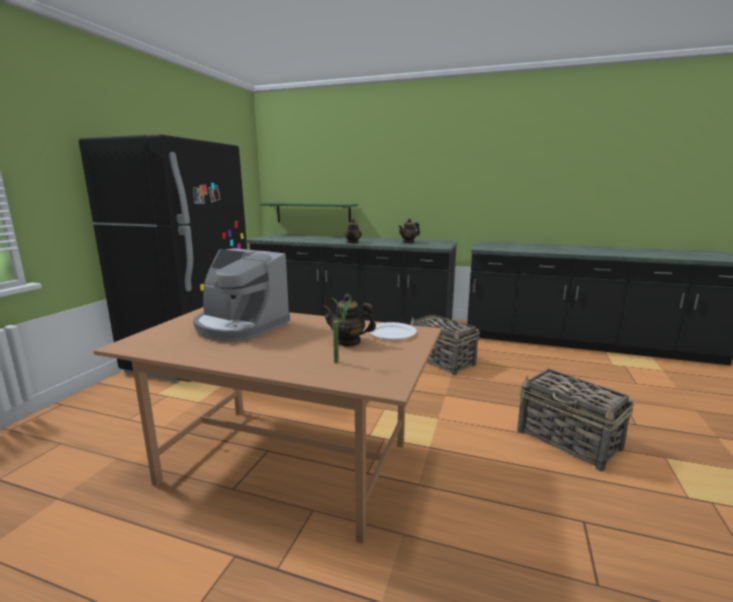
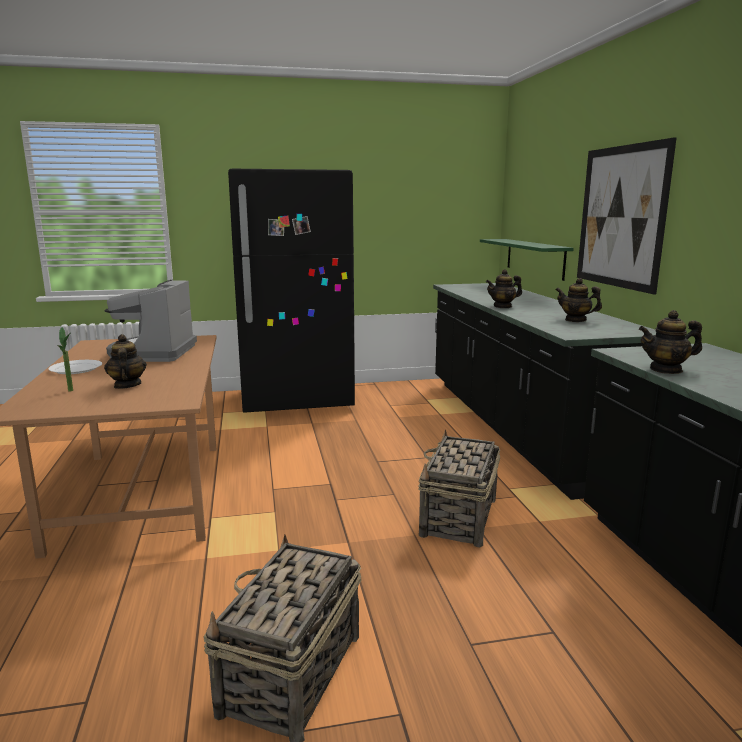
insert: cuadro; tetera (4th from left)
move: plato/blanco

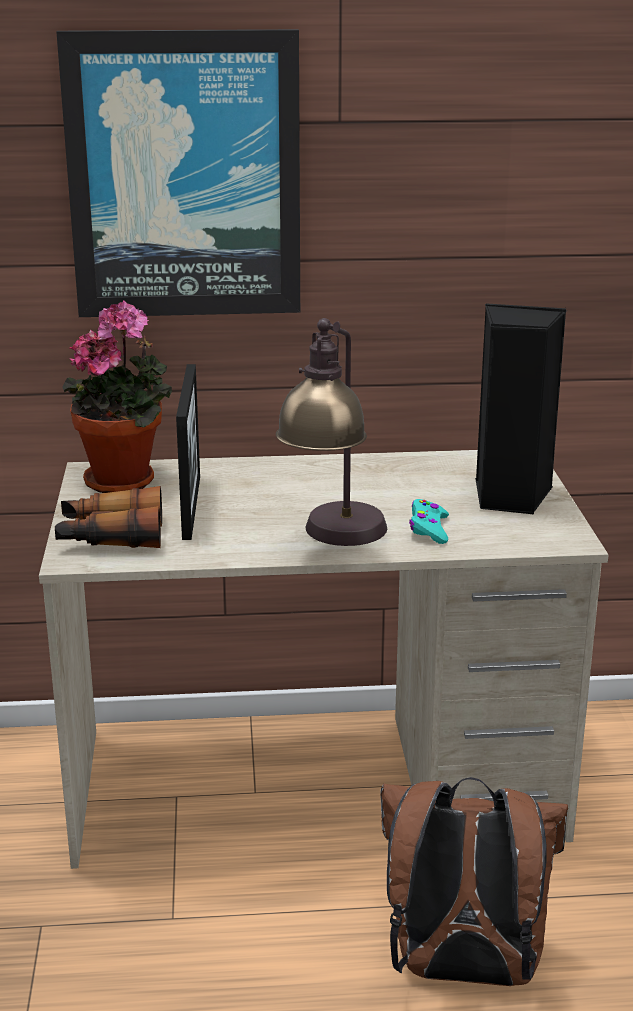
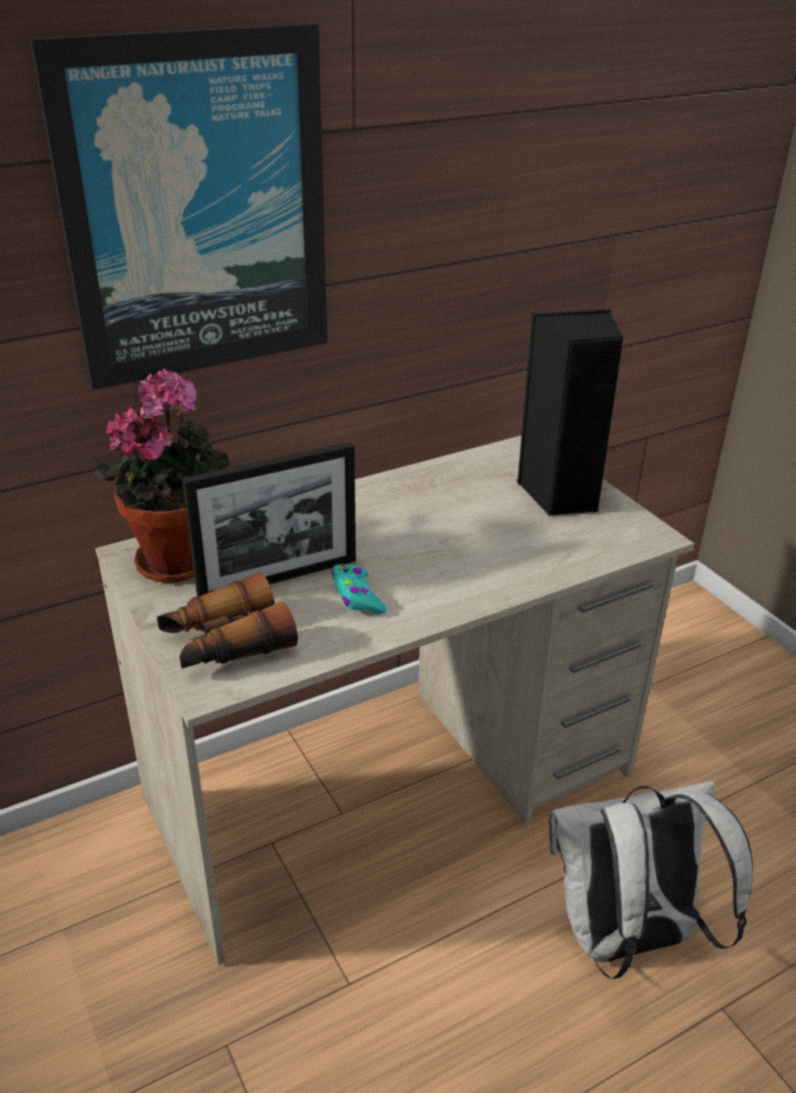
delete: lámpara de mesa
move: mando de consola/turquesa
recolor: mochila/marrón to mochila/blanco
rotate: portarretratos 90 degrees clockwise

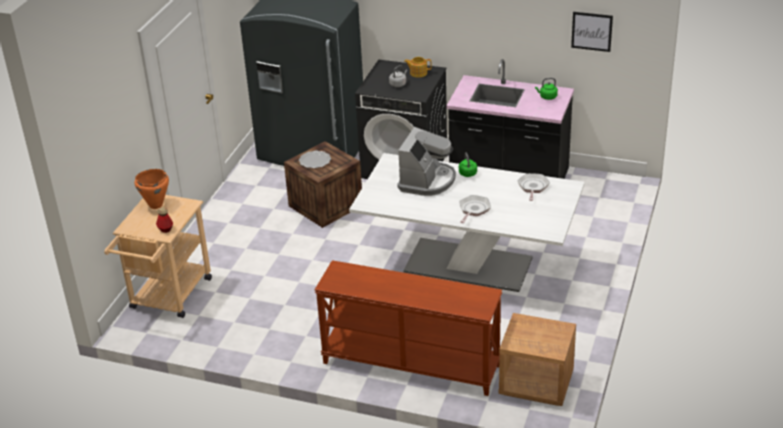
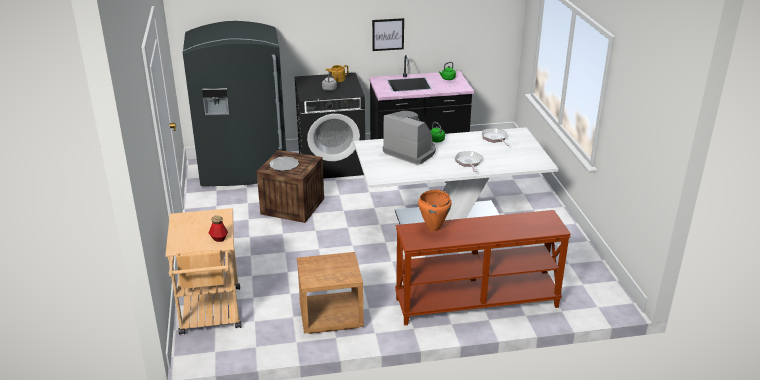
move: olla/naranja; mesita de noche/marrón; cuadro
rotate: cafetera 45 degrees counterclockwise

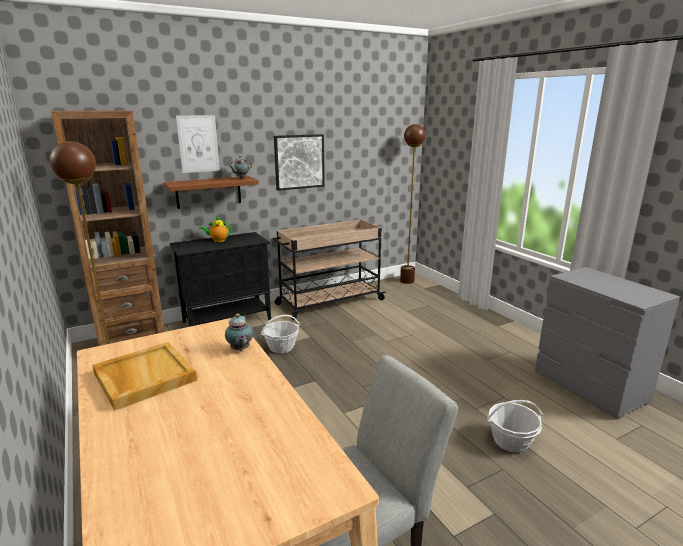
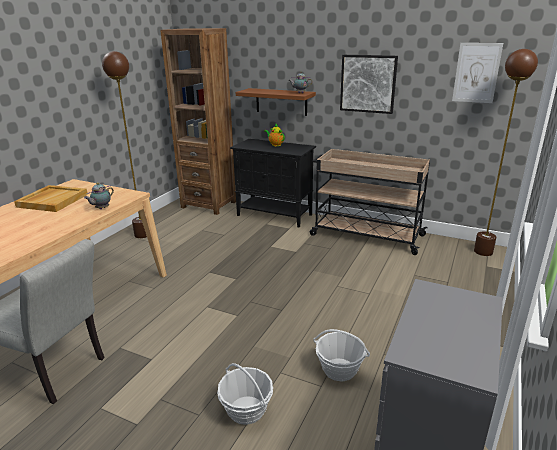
move: cuadro (1st from left in the first image) to cuadro (2nd from left); cesta (1st from left in the first image) to cesta (2nd from left)

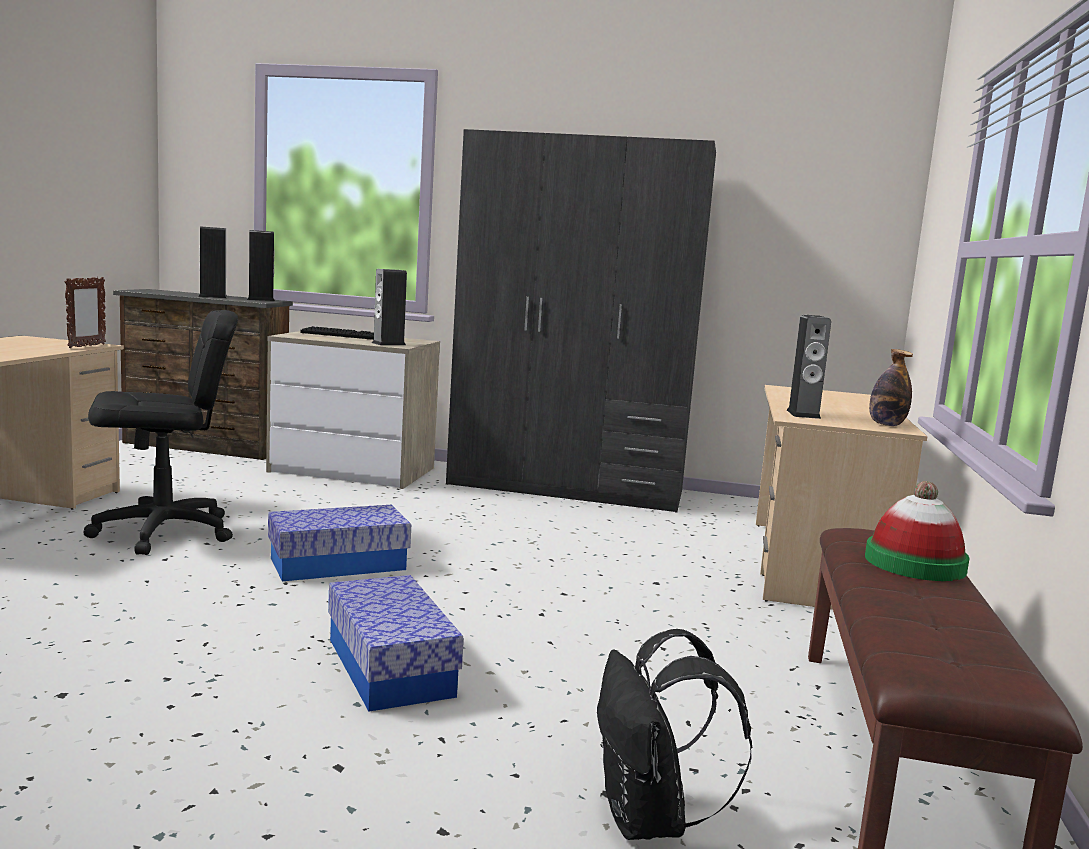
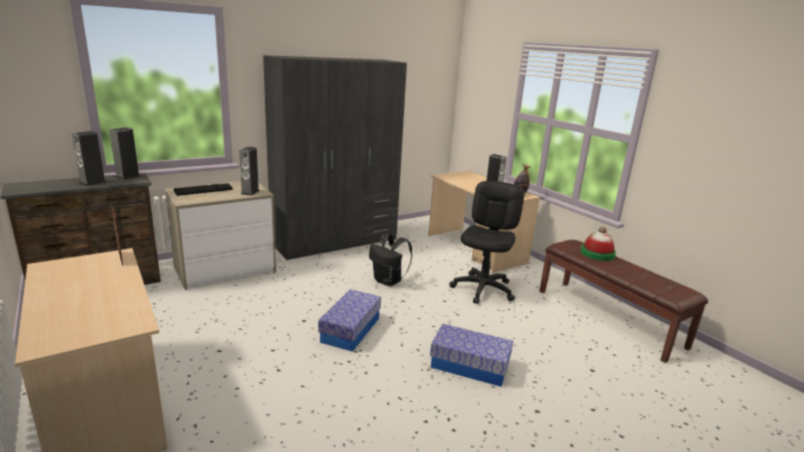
move: silla de oficina/negro; mochila/negro

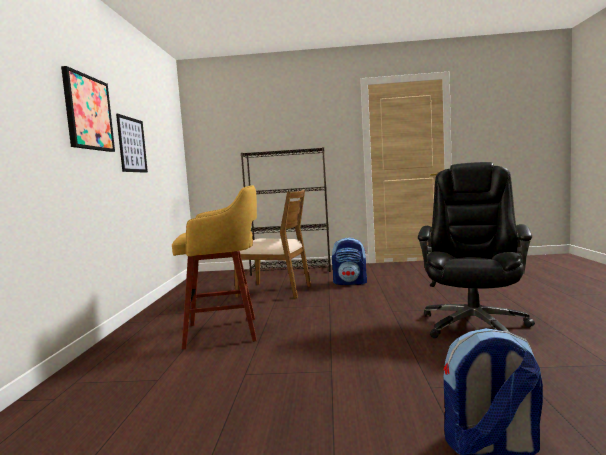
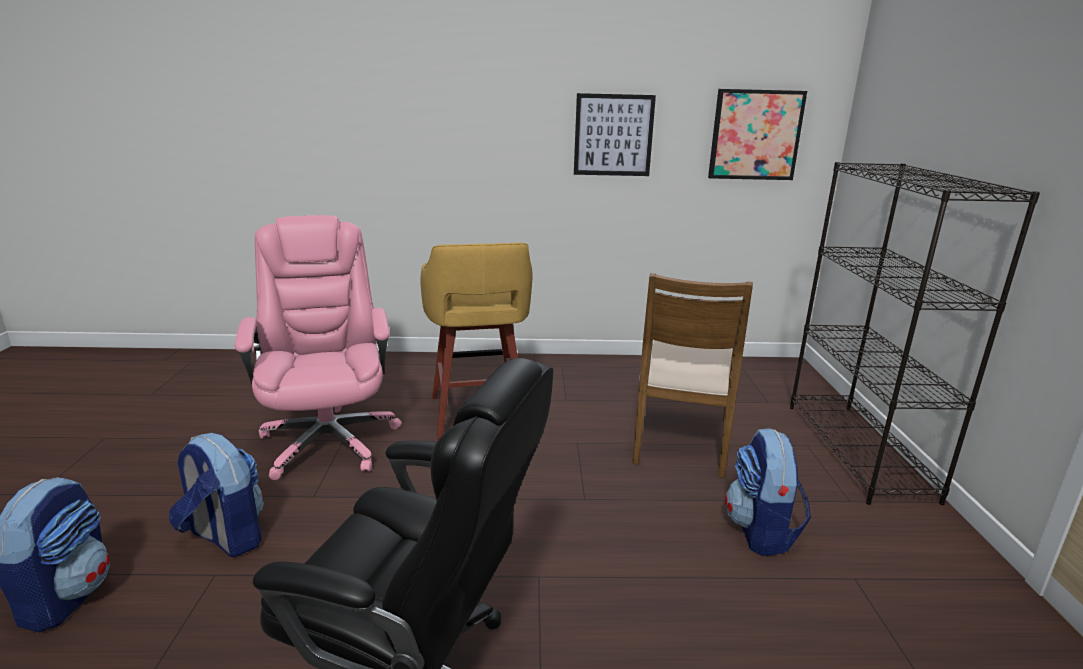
insert: mochila (2nd from left); silla de oficina/rosa
move: cuadro (1st from left in the first image) to cuadro (2nd from left)

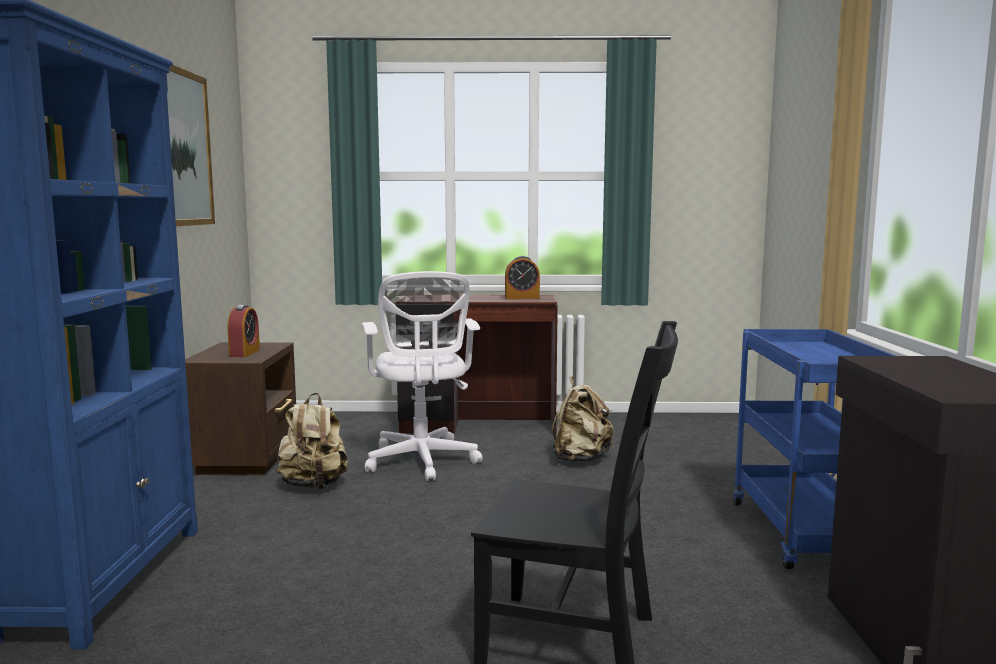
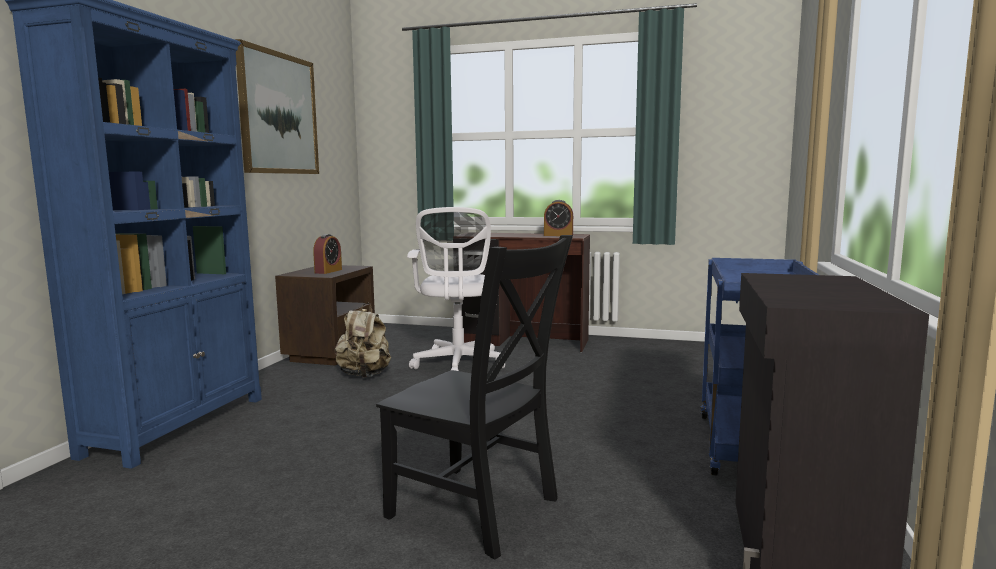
delete: mochila/beis (2nd from left)

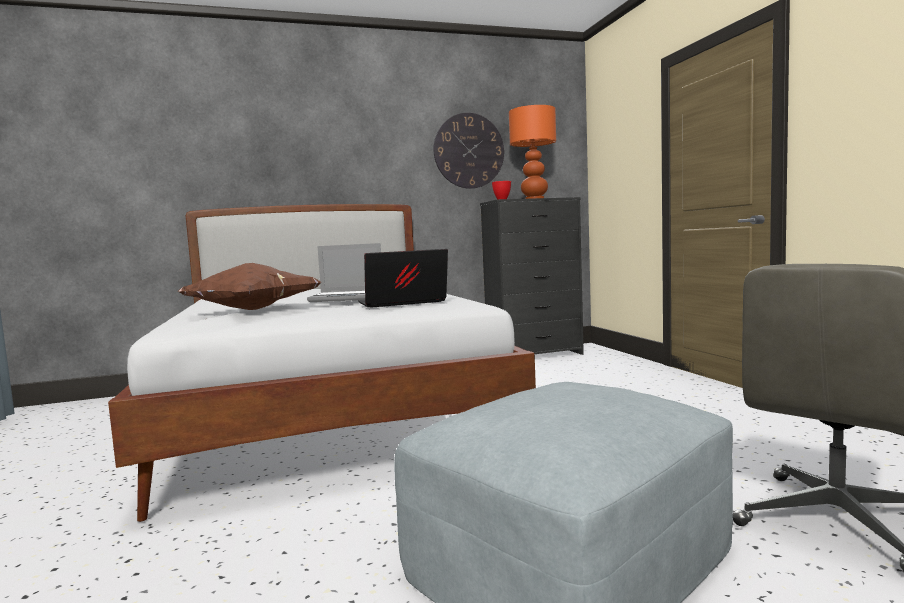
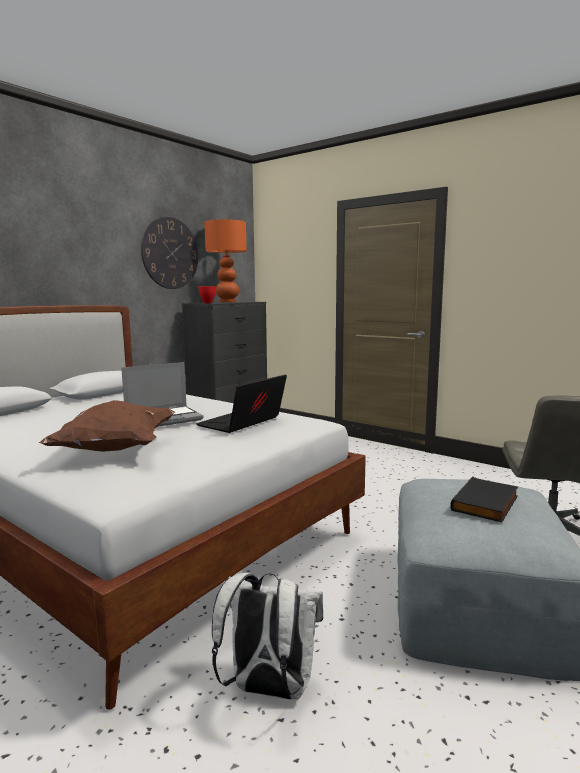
insert: mochila/blanco; libro/negro

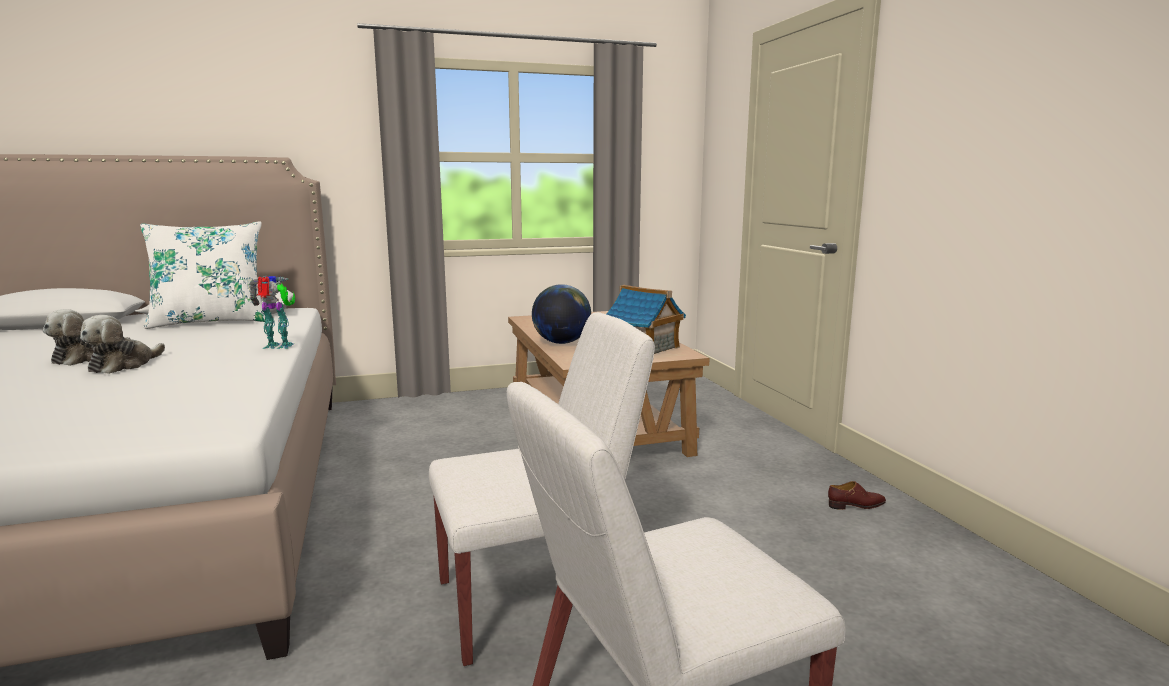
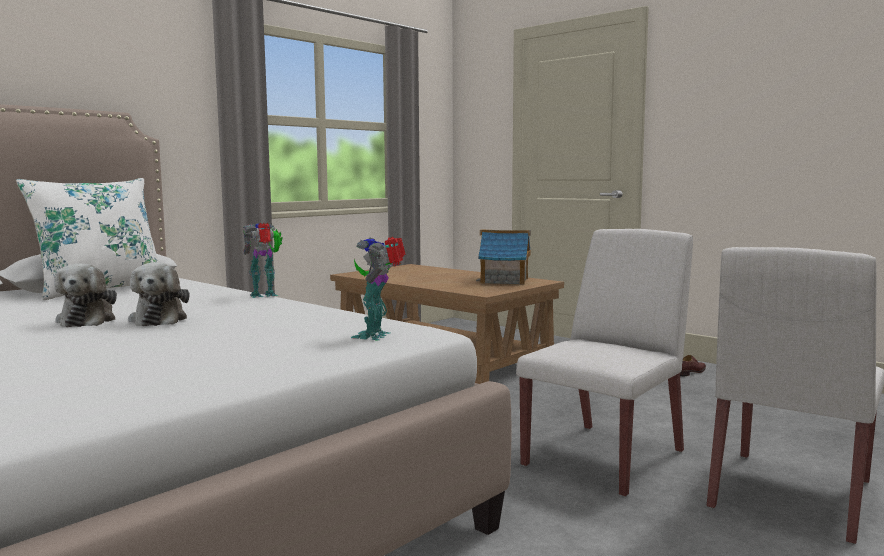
delete: globo terráqueo
insert: robot de juguete (2nd from left)

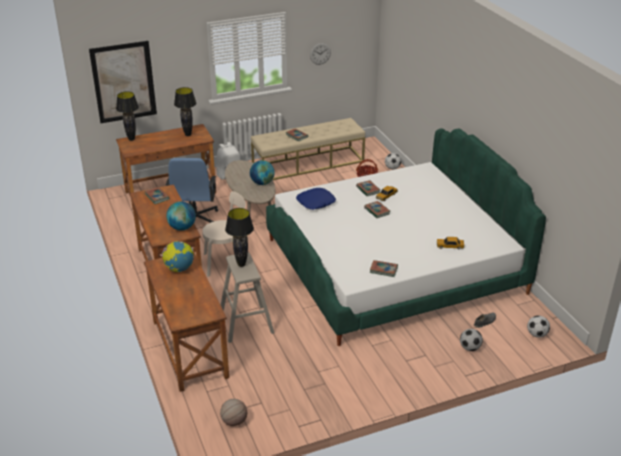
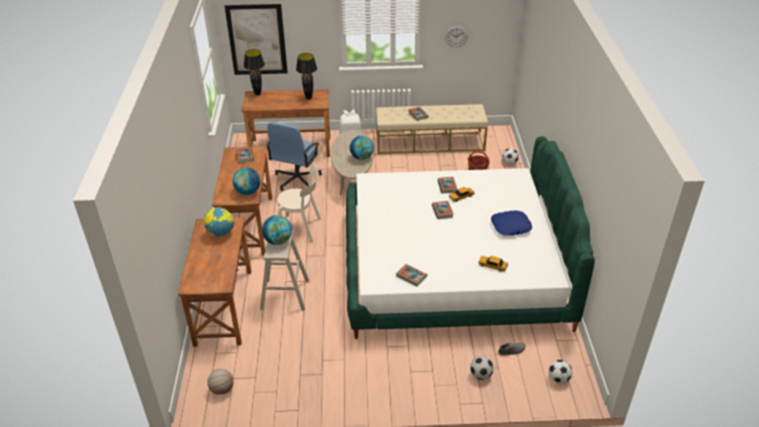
move: cojín/azul
replace: lámpara de mesa/negro (3rd from left) to globo terráqueo (3rd from left)

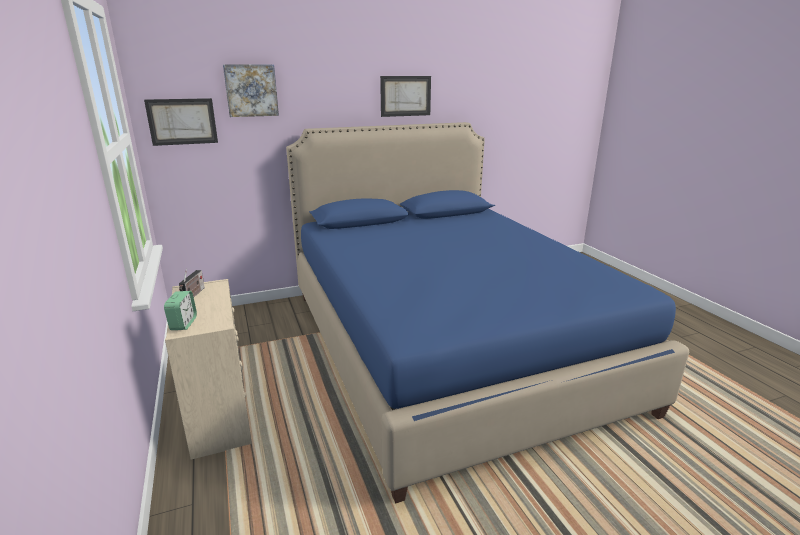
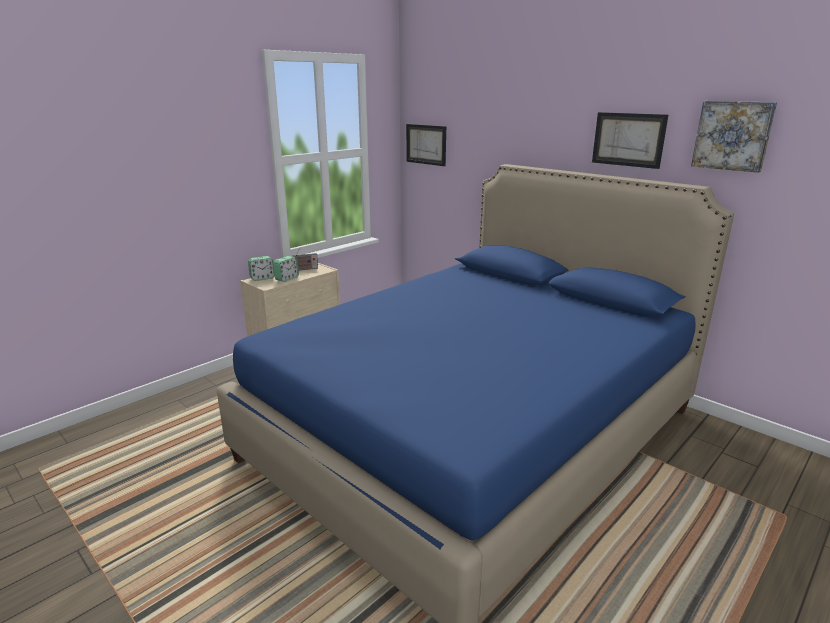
insert: despertador (2nd from left)
move: cuadro (2nd from left in the first image) to cuadro (3rd from left)

